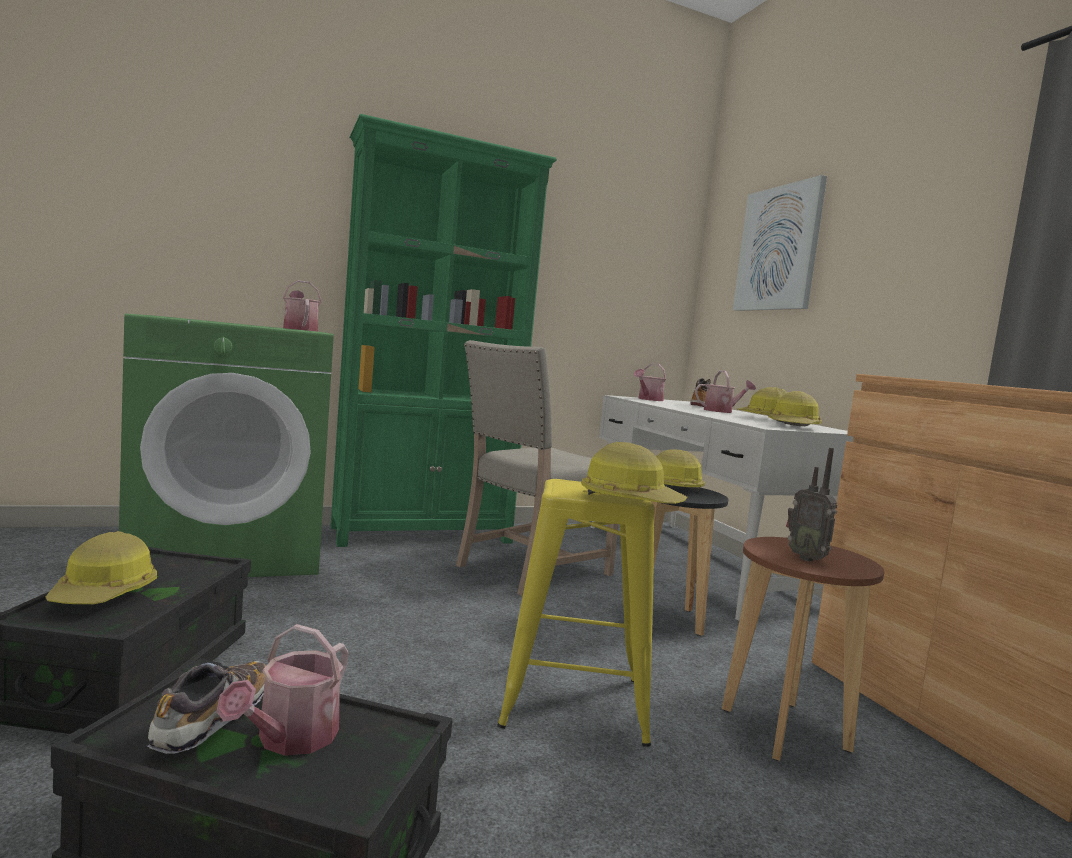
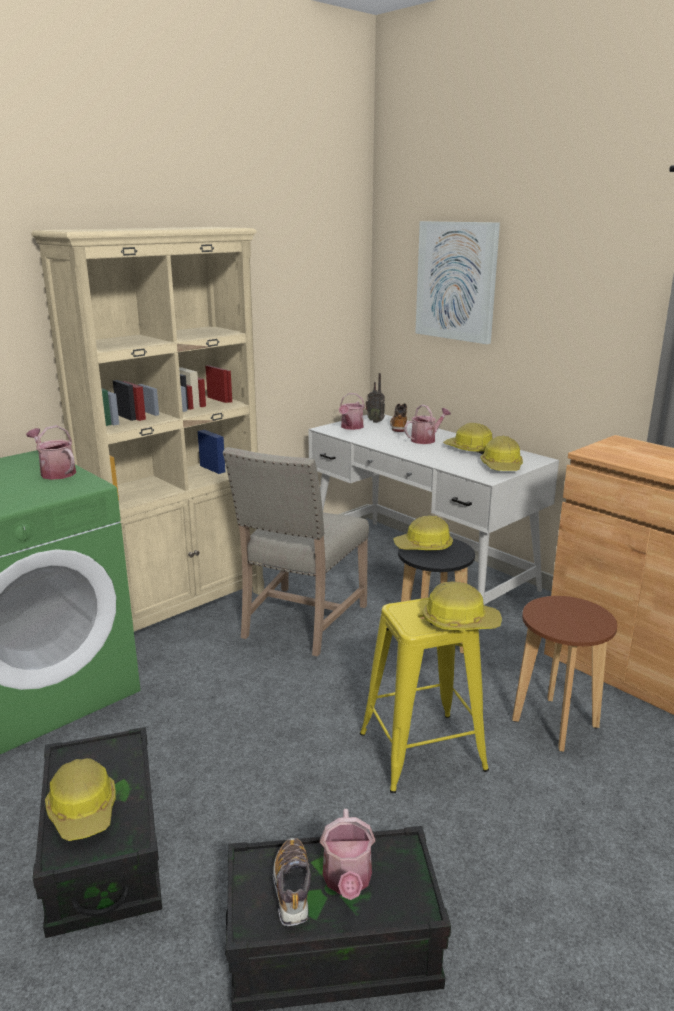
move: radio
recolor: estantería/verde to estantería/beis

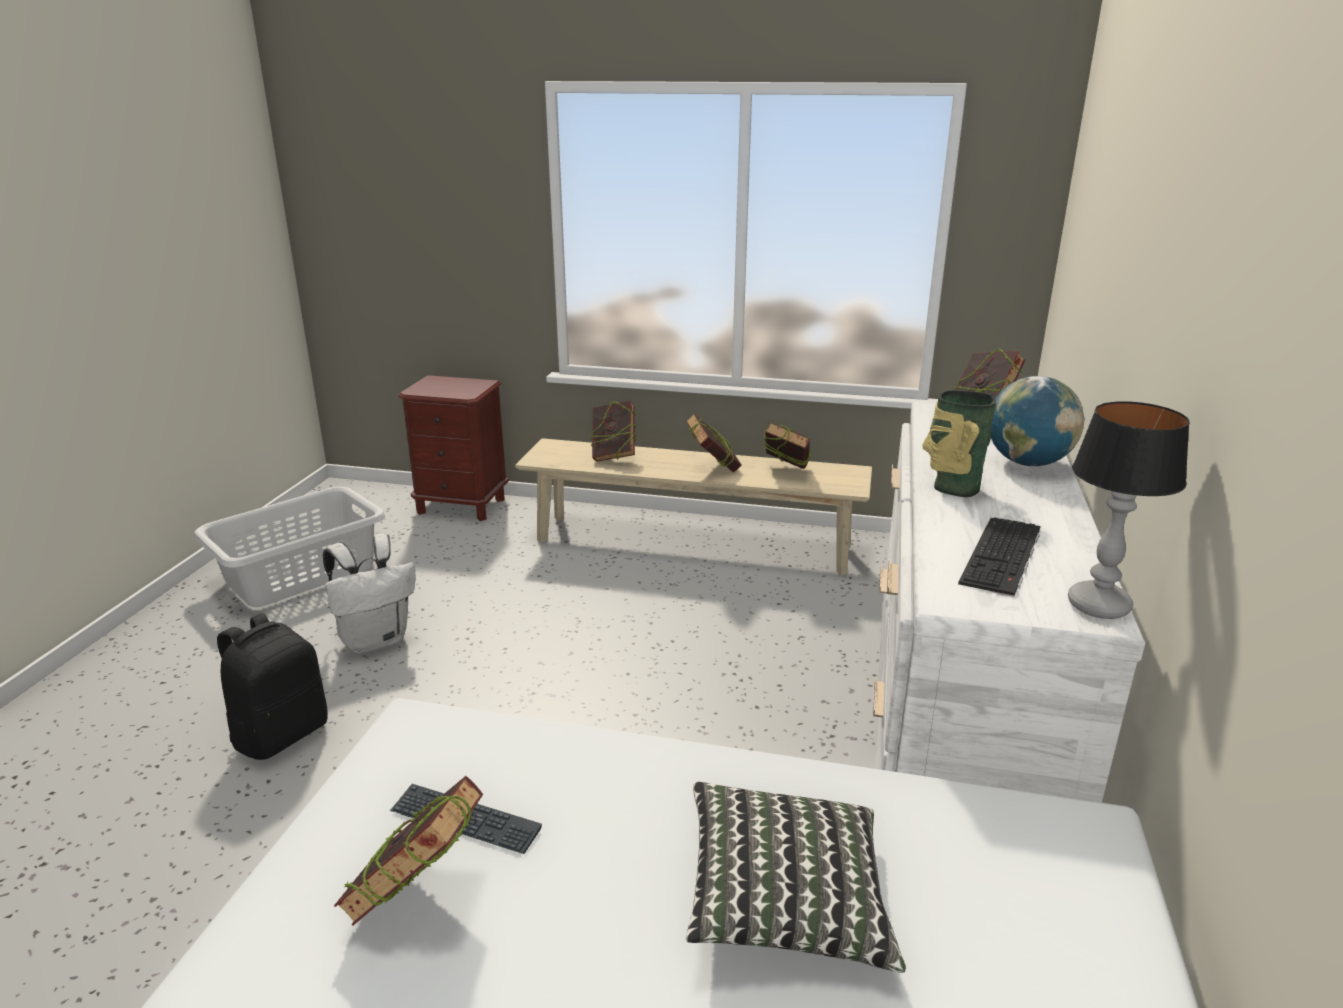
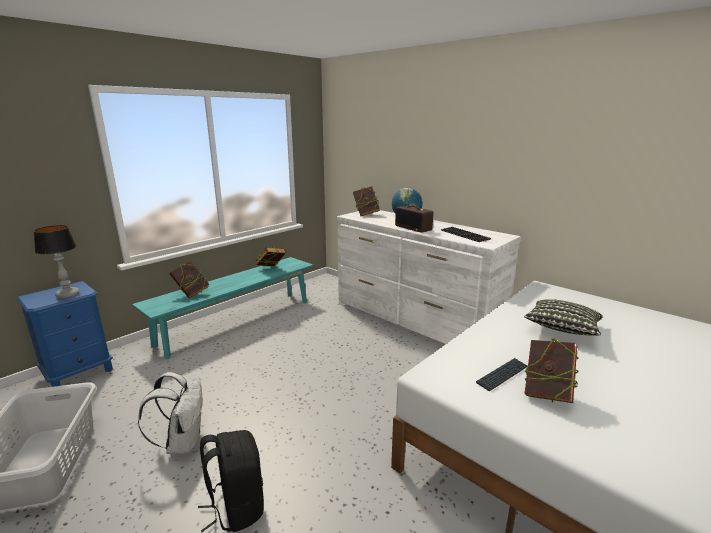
delete: libro (3rd from left)
move: lámpara de mesa
replace: florero to radio
recolor: mesita de noche/marrón to mesita de noche/azul; banco/beis to banco/turquesa

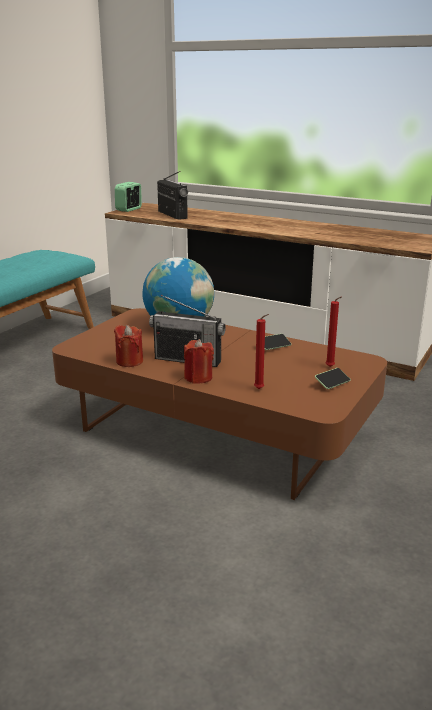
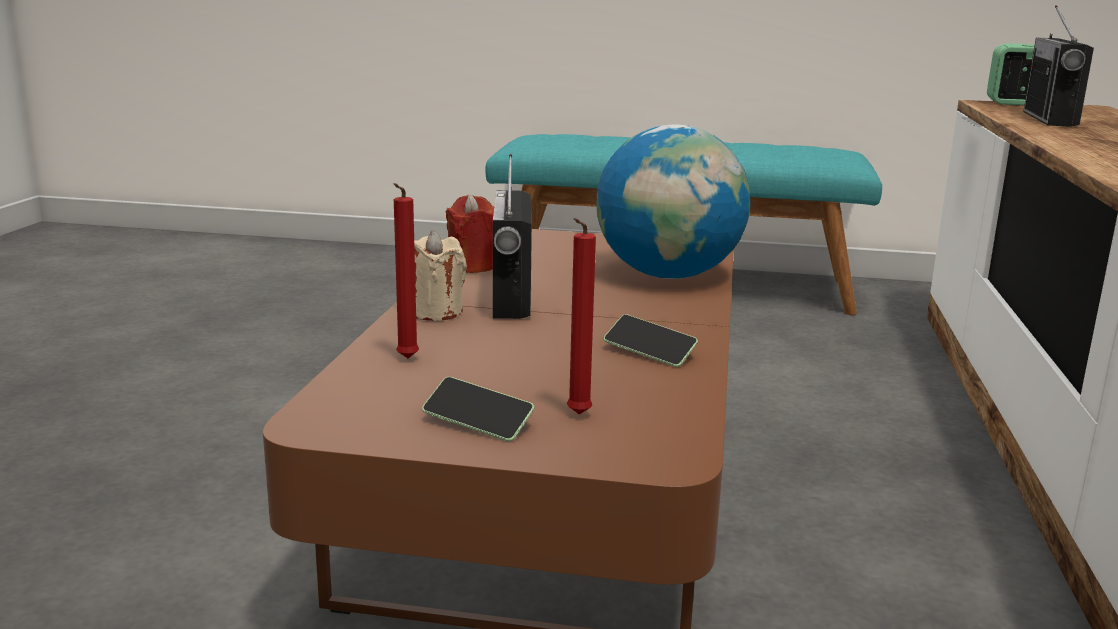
recolor: vela/rojo (2nd from left) to vela/beis
rotate: radio (1st from left in the first image) 150 degrees clockwise

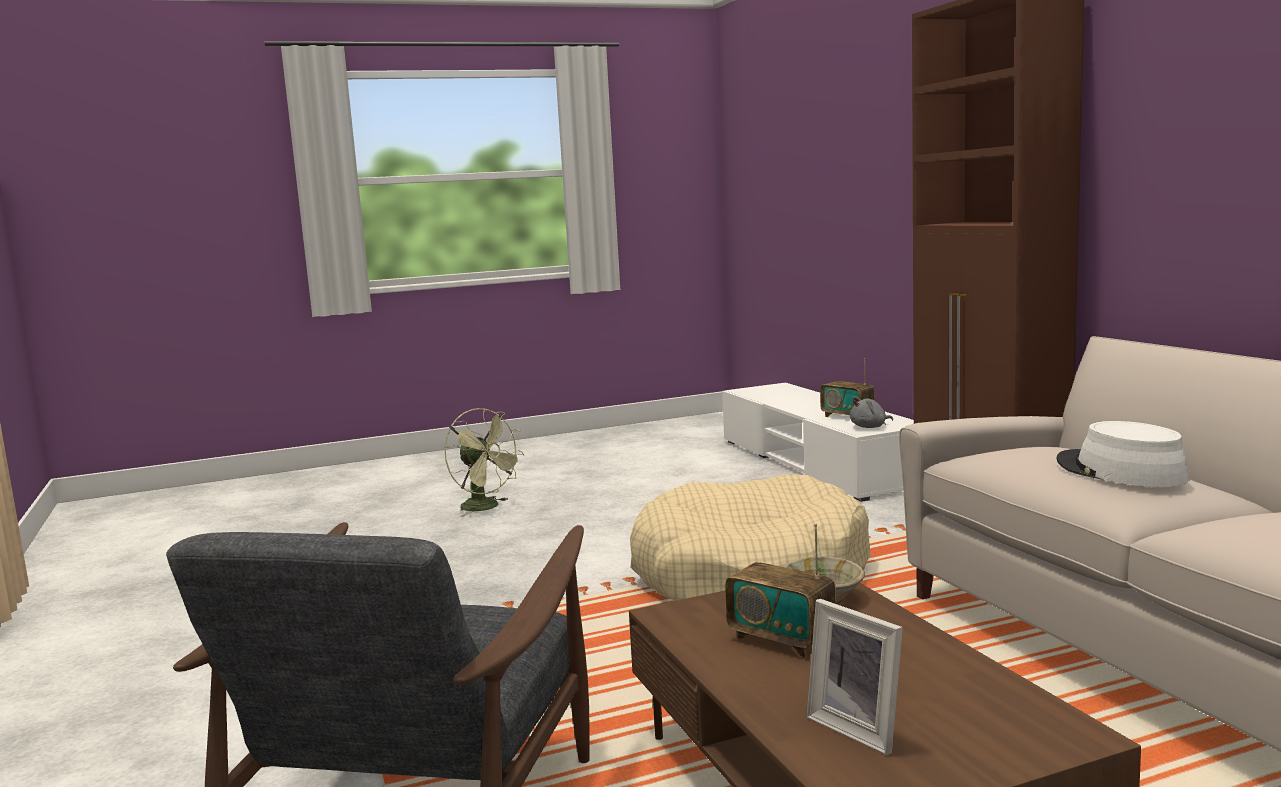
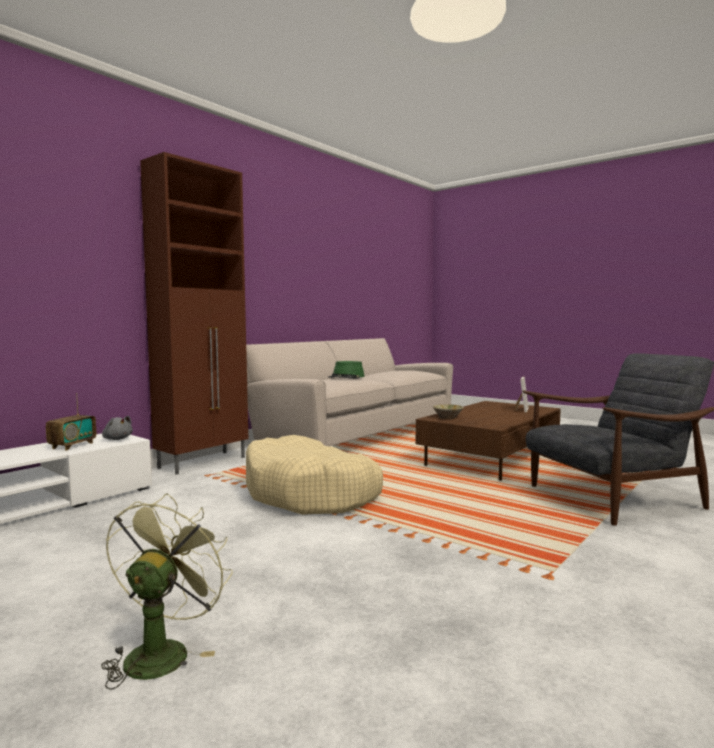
delete: radio (1st from left)
recolor: sombrero/blanco to sombrero/verde

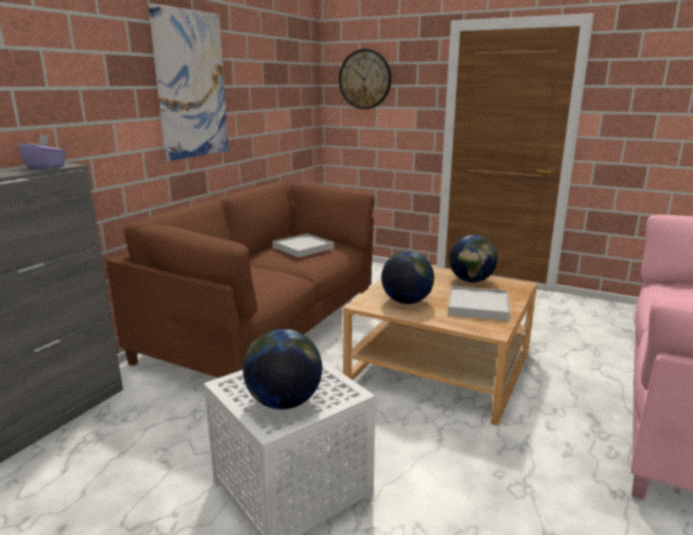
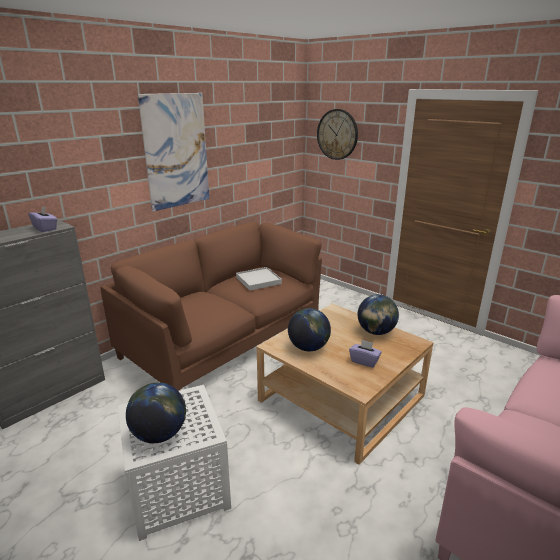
replace: bandeja/blanco (2nd from left) to caja de pañuelos/morado (2nd from left)

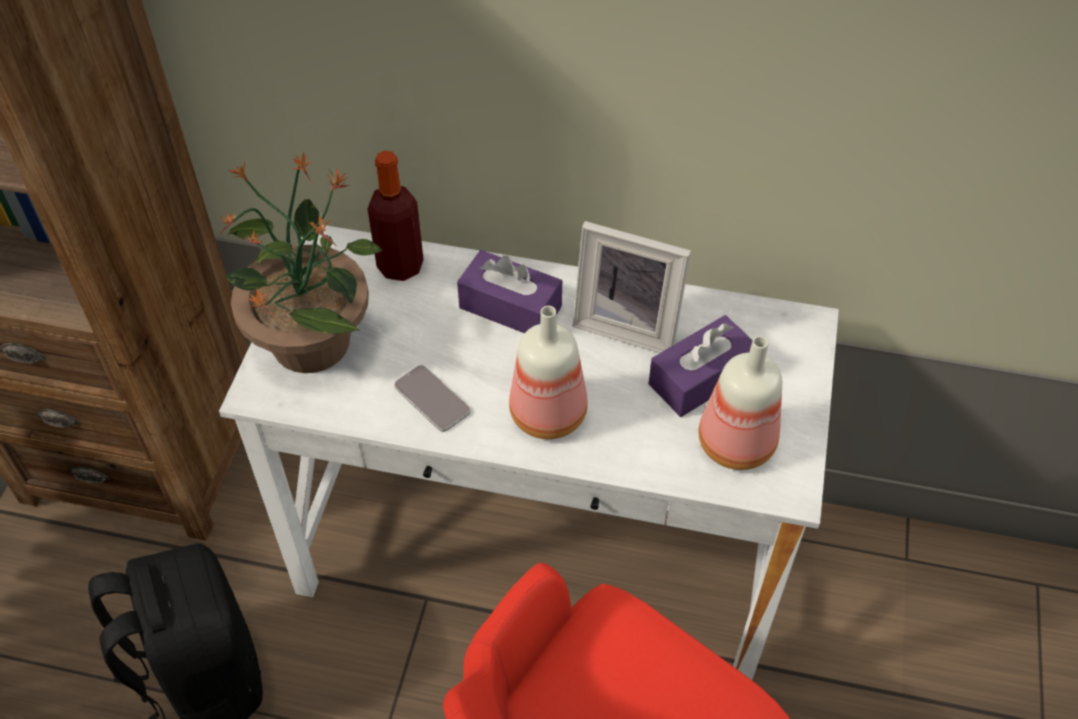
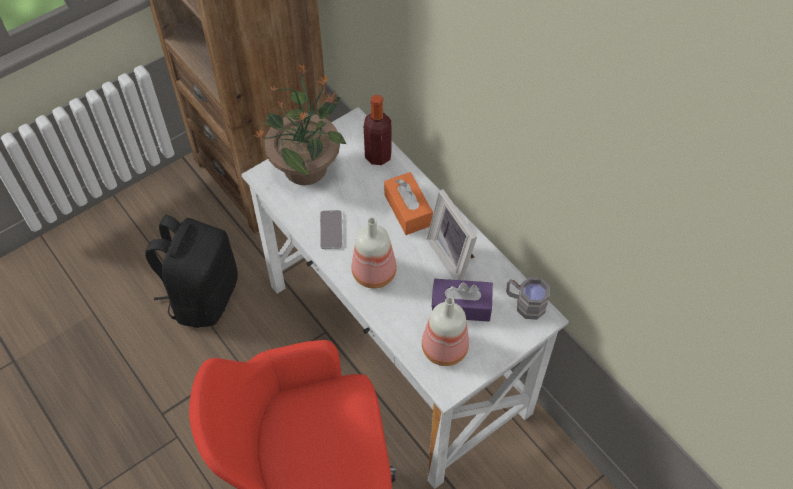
insert: taza grande/gris
recolor: caja de pañuelos/morado (1st from left) to caja de pañuelos/naranja

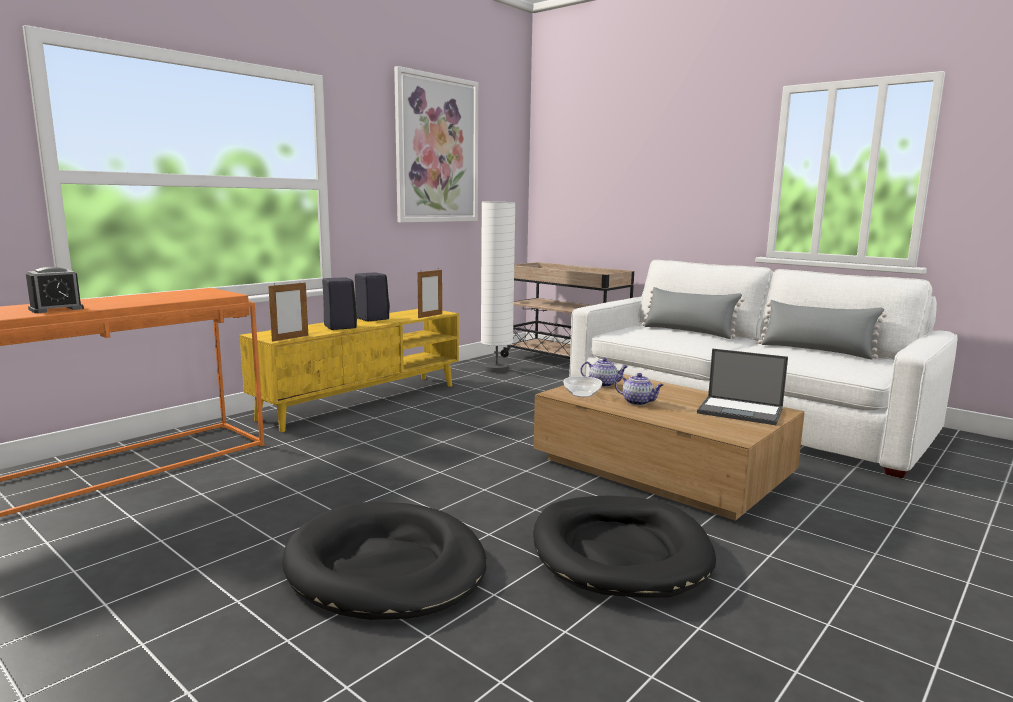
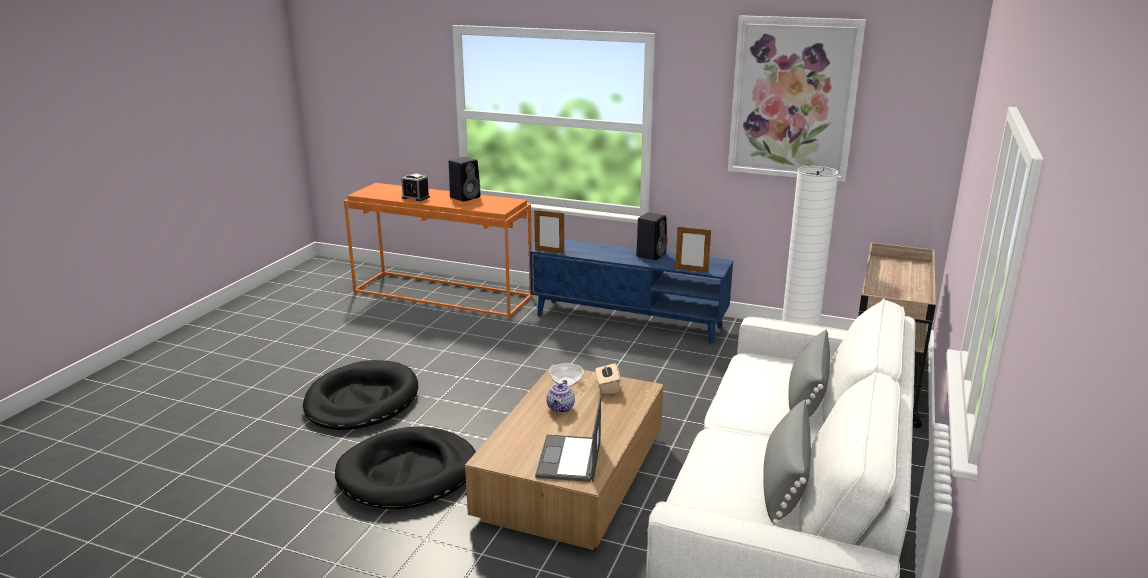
move: altavoz/negro (1st from left)
replace: tetera (1st from left) to caja de pañuelos/beis
recolor: mueble de televisión/amarillo to mueble de televisión/azul

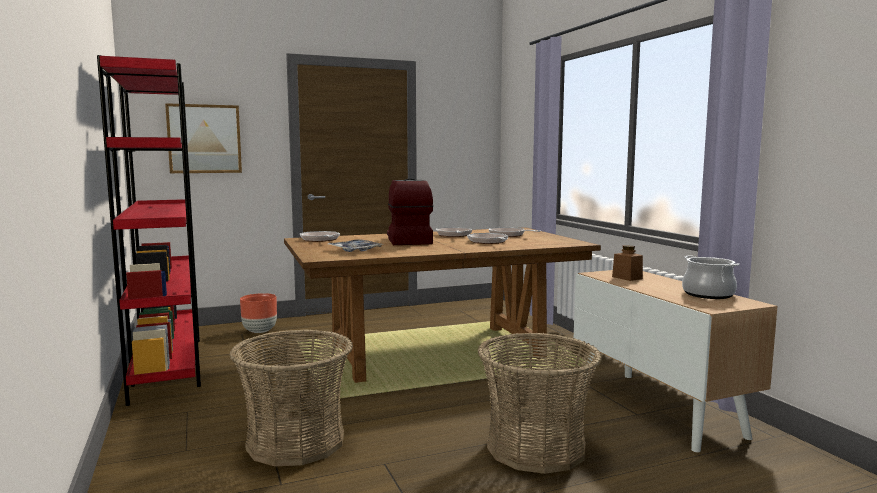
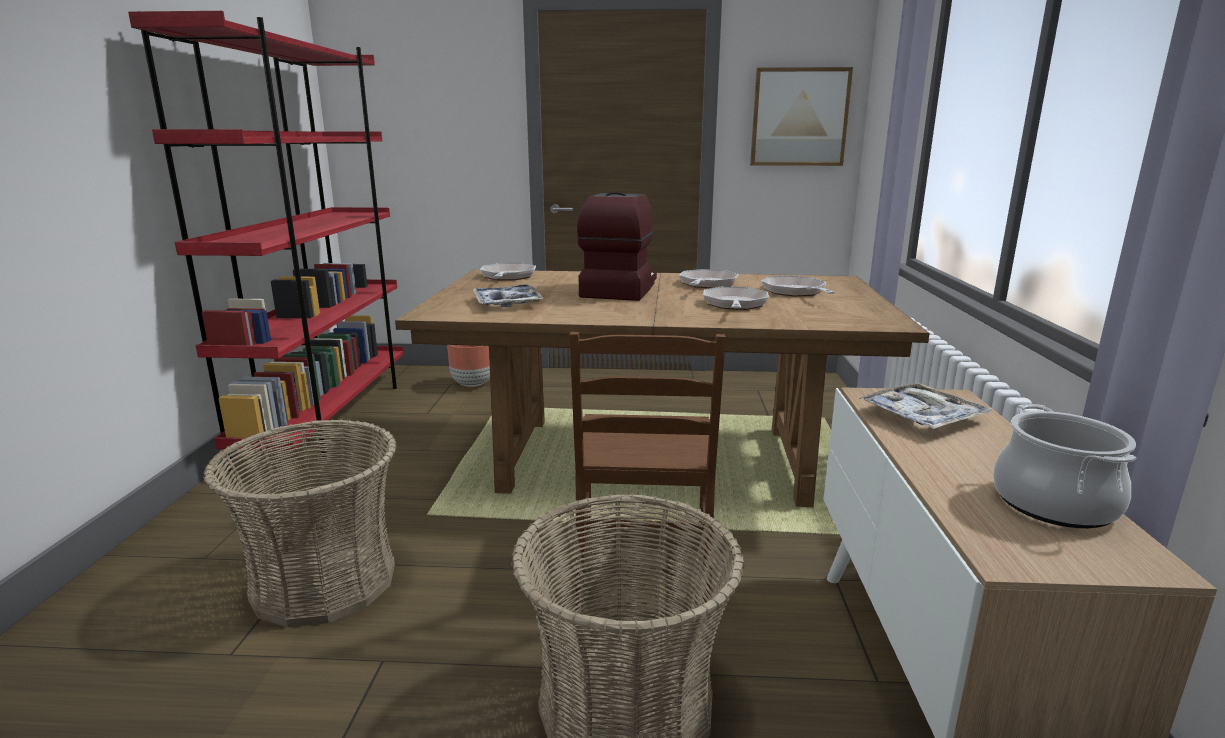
insert: silla/marrón
move: cuadro
replace: tarro/marrón to bandeja (2nd from left)

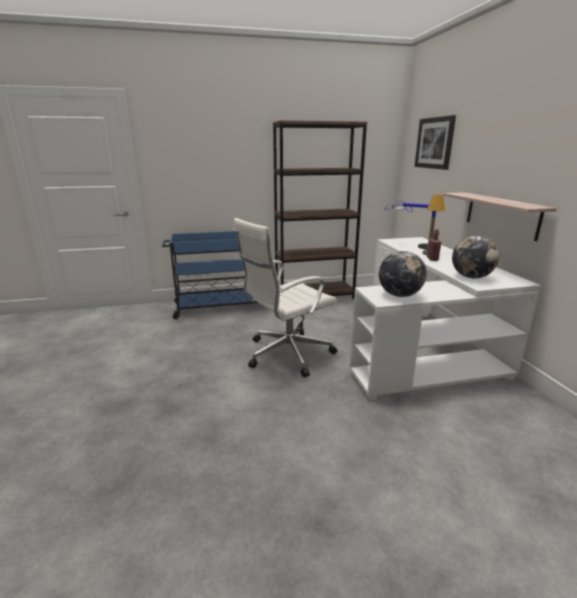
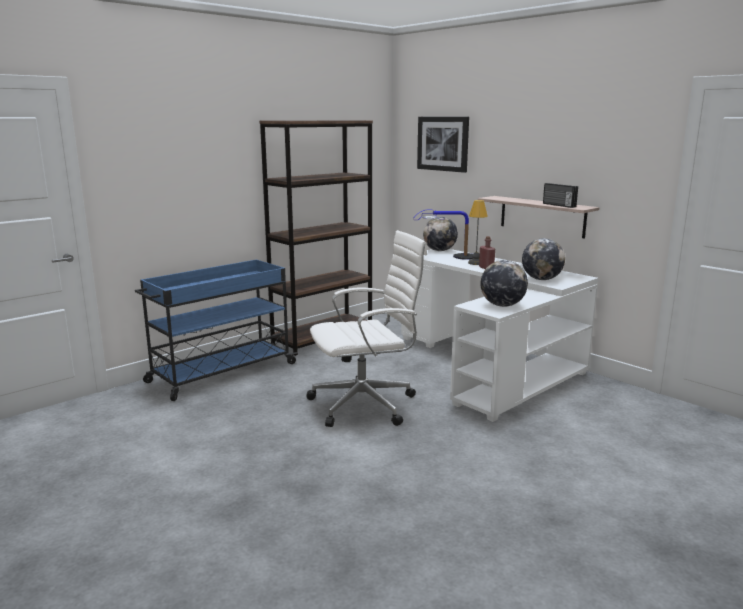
insert: globo terráqueo (1st from left); radio
rotate: silla de oficina/blanco 135 degrees counterclockwise

